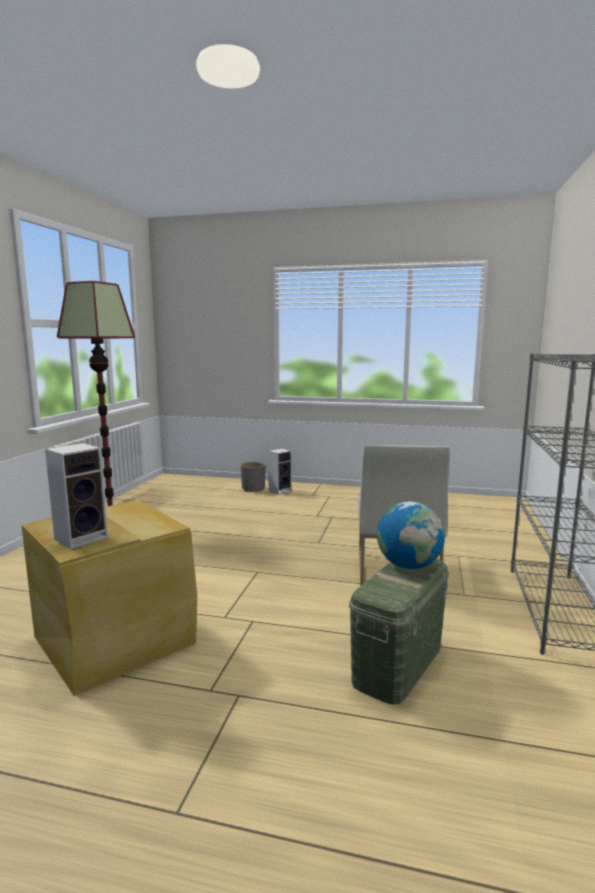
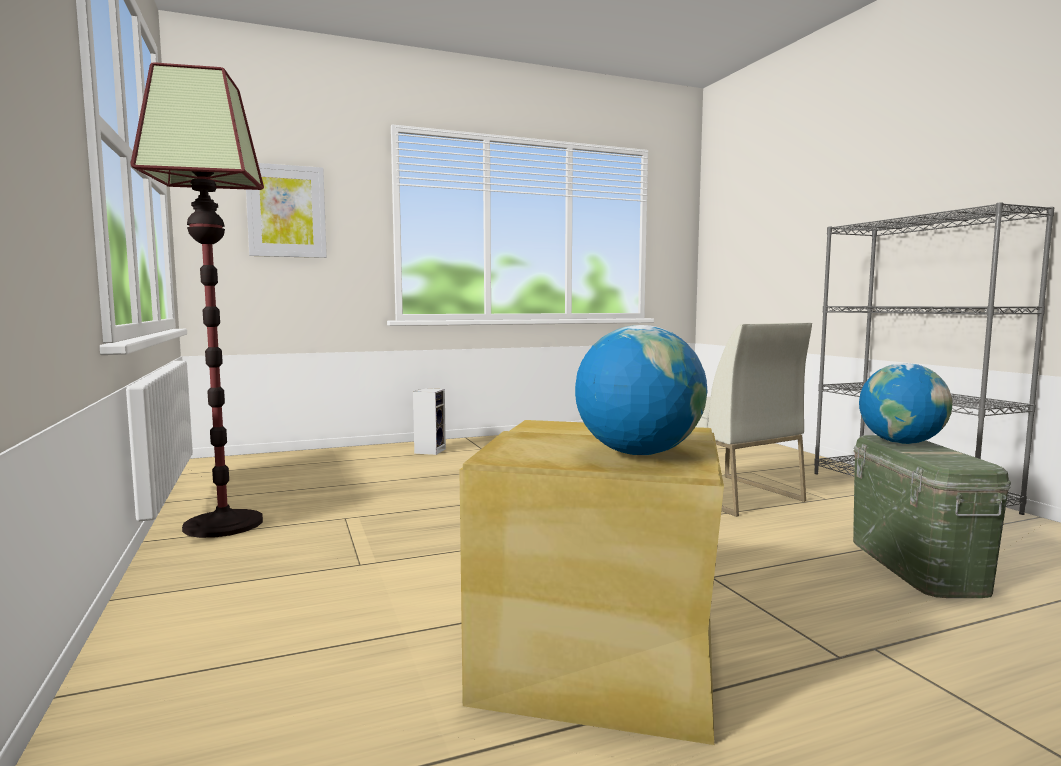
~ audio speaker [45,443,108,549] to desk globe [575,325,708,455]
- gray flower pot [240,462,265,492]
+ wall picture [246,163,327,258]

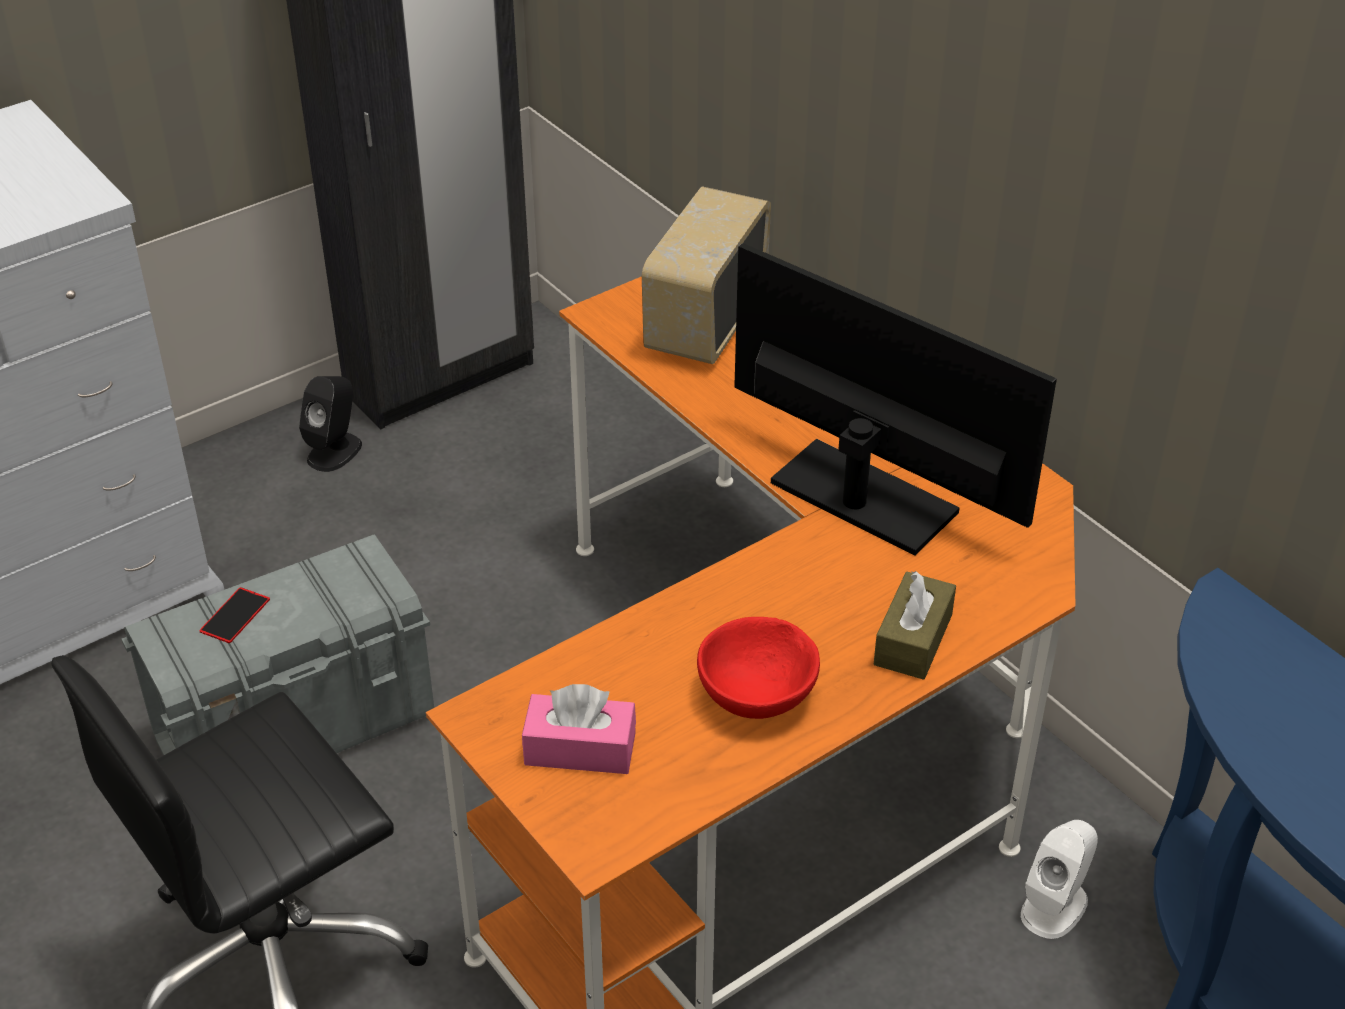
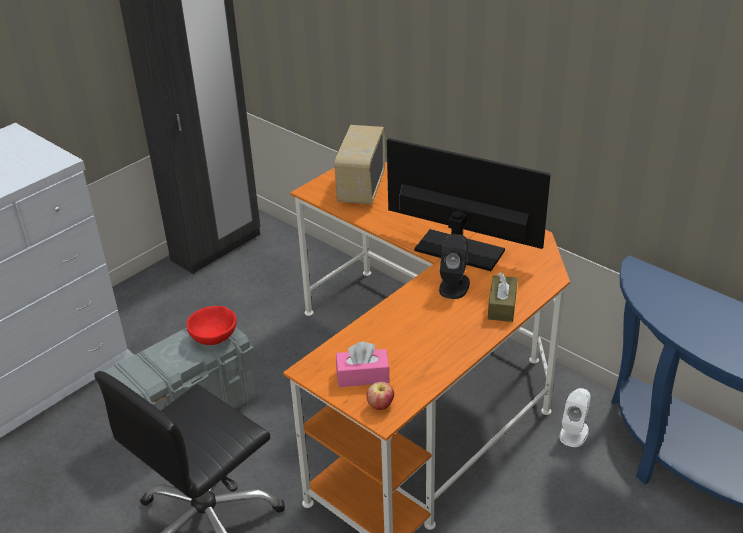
- telephone [200,587,270,643]
~ black-coloured audio speaker [299,376,362,472] to [439,234,470,299]
~ red serving bowl [697,617,820,719] to [186,306,237,345]
+ whole apple [367,382,394,410]

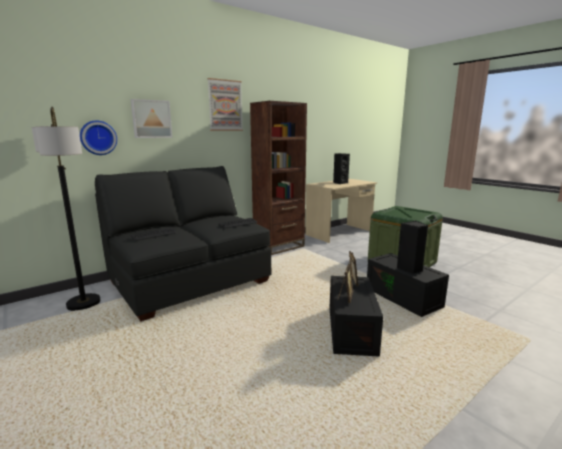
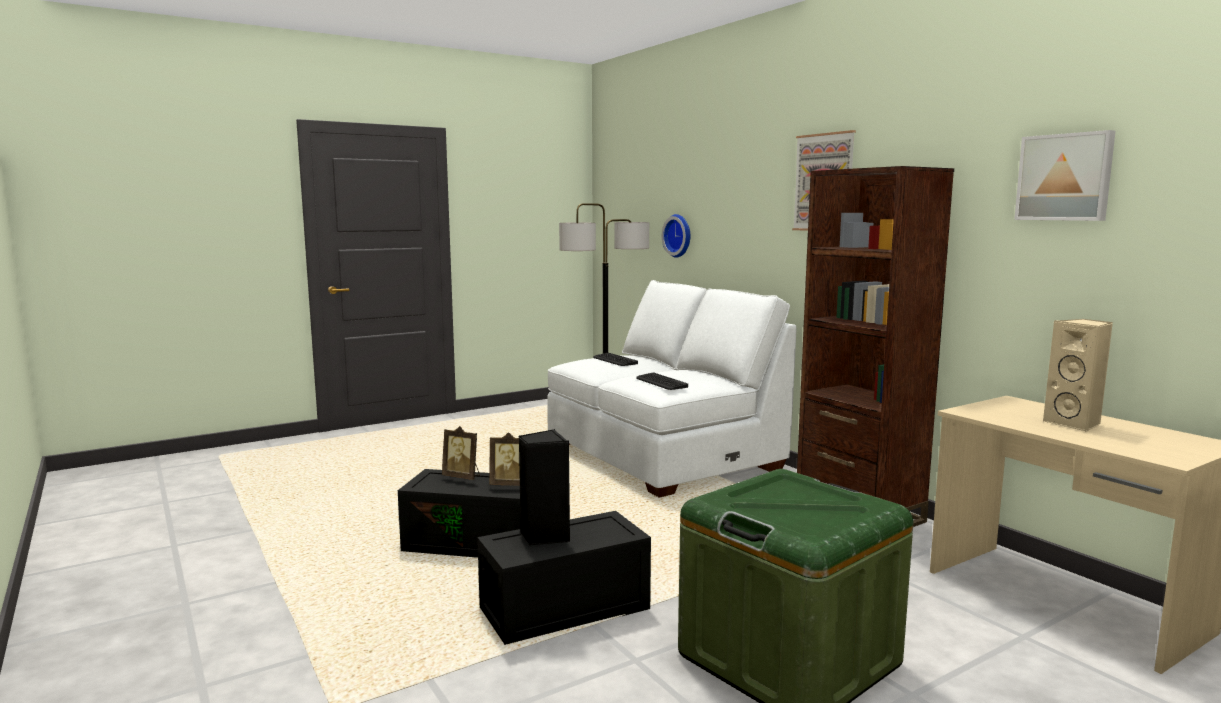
~ black-coloured couch [95,166,271,321] to whitish couch [547,280,797,497]
~ wall picture [131,99,172,138] to [1014,130,1116,221]
~ black-coloured audio speaker [333,153,350,184] to sand-coloured audio speaker [1043,319,1113,432]

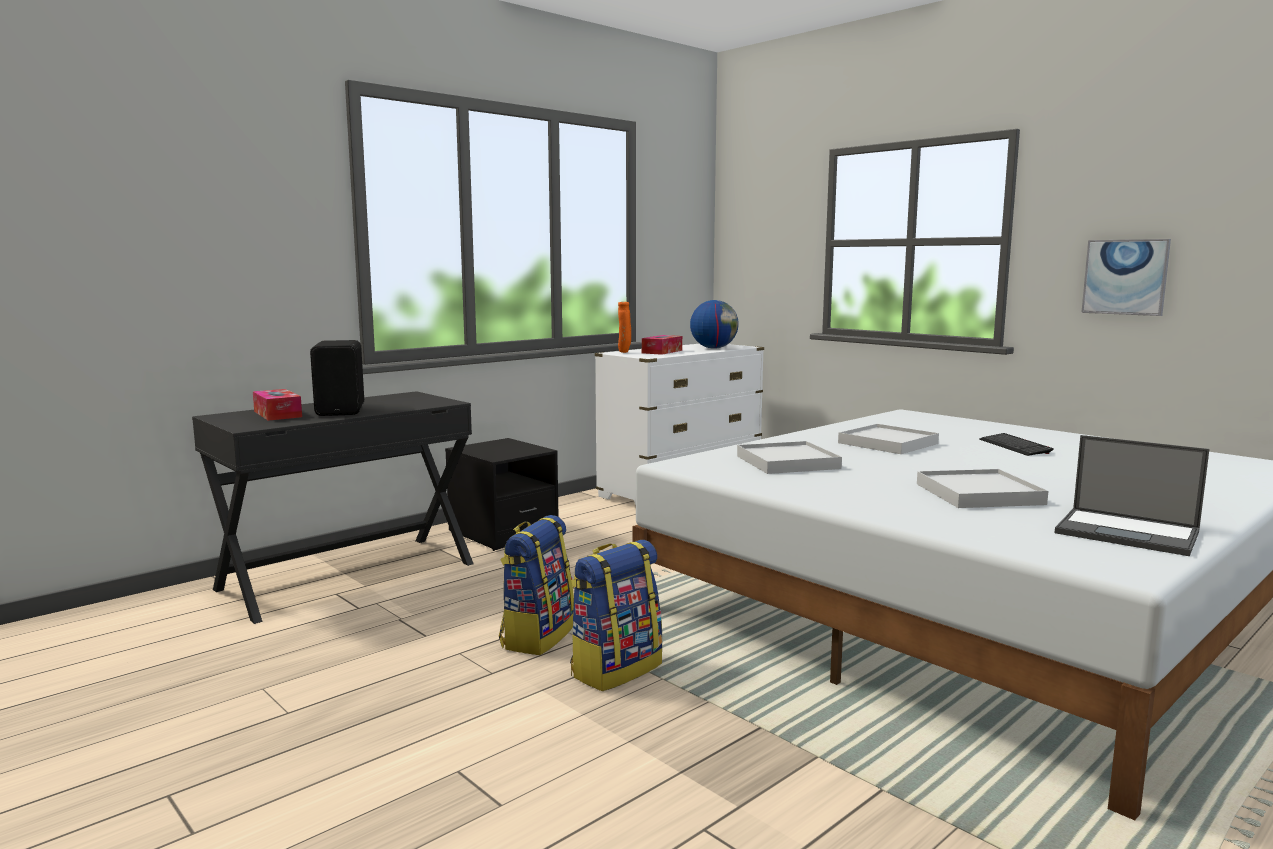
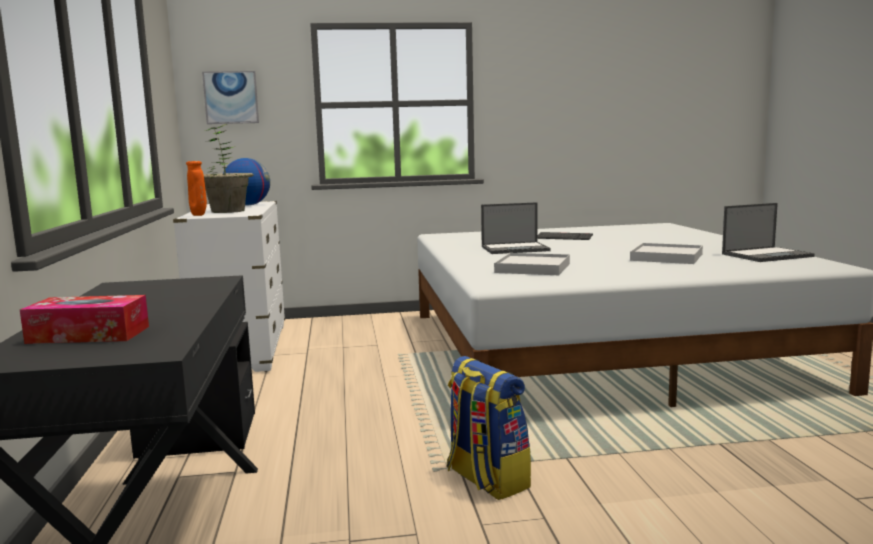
- black-coloured audio speaker [310,340,364,416]
- knapsack [570,540,663,691]
~ tissue holder [642,335,682,355] to plant in a pot [204,124,254,213]
~ whitish tray [838,424,939,454] to notebook computer [481,202,551,254]
~ wall picture [1081,239,1171,316] to [202,71,259,124]

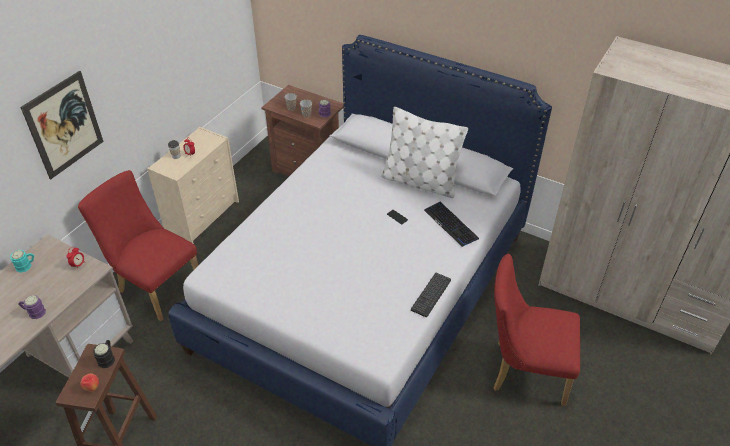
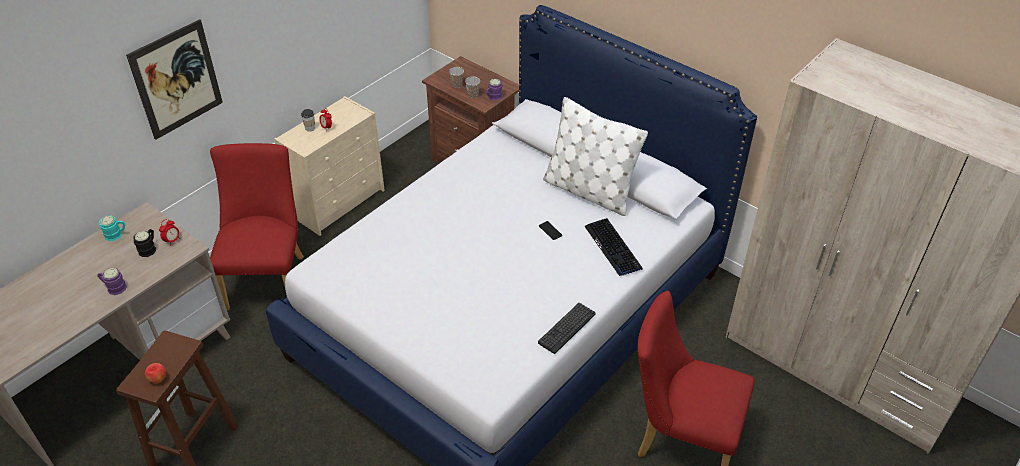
~ red plain chair [78,170,199,321] = [210,143,304,311] 45 degrees clockwise
~ black-coloured coffee mug [93,340,115,368] to [134,229,156,257]

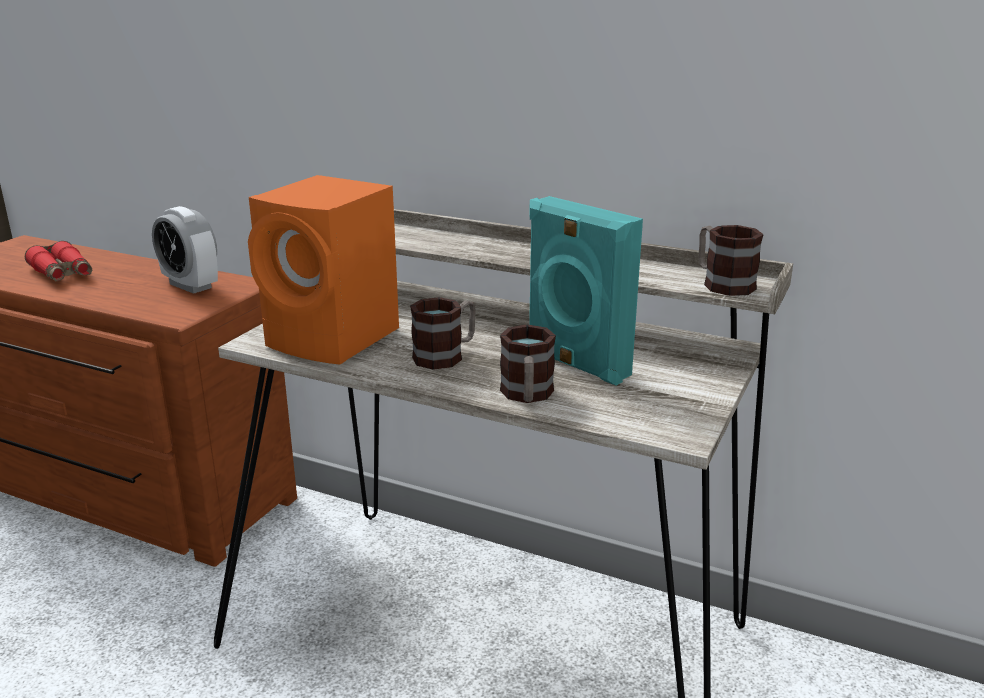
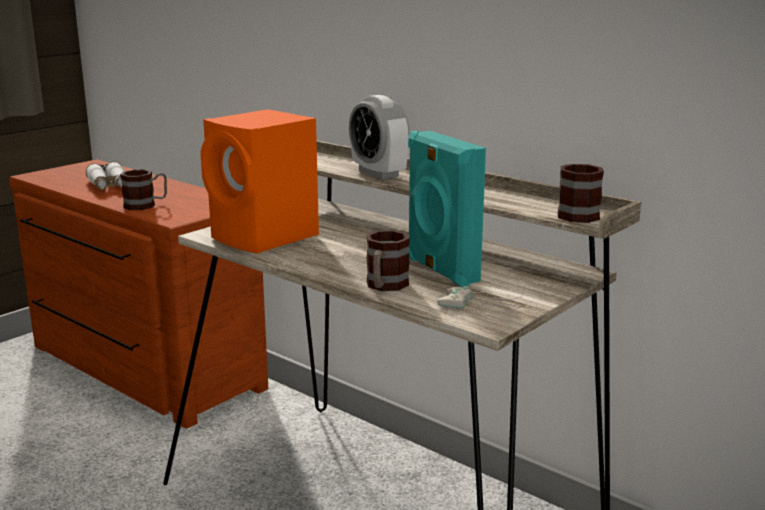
~ red field glasses [25,241,92,281] to whitish field glasses [86,162,125,190]
~ bedside clock [152,206,218,294] to [349,95,410,179]
~ coffee mug [410,297,476,370] to [120,169,167,210]
+ whitish joypad [437,286,523,322]

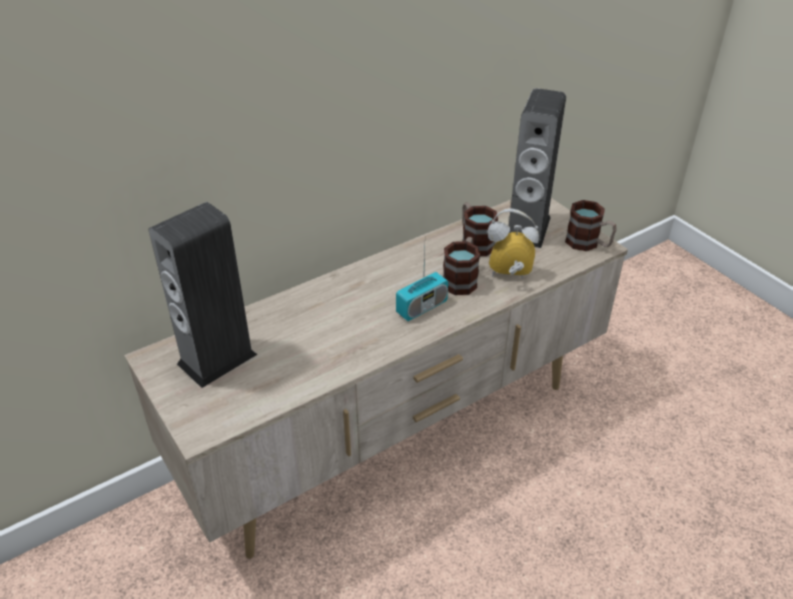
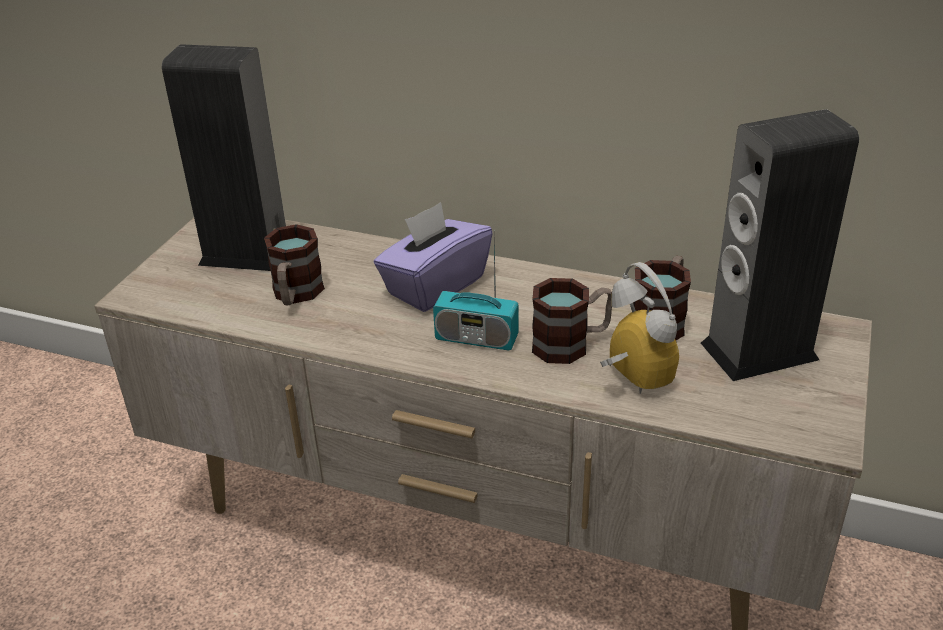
~ coffee mug [565,200,617,251] to [264,224,325,306]
+ purple-coloured tissue holder [374,202,493,312]

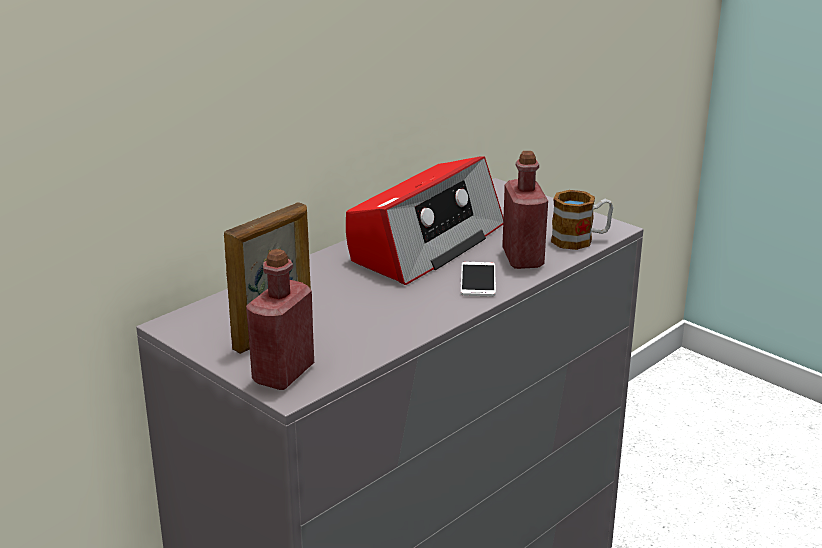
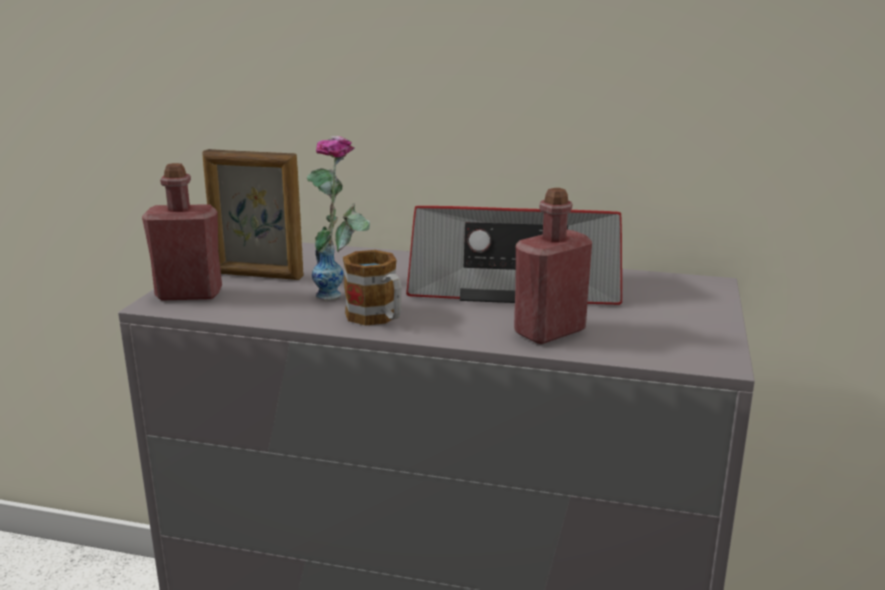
- telephone [461,262,496,296]
~ coffee mug [551,190,613,250] to [343,250,402,326]
+ vase [306,136,370,301]

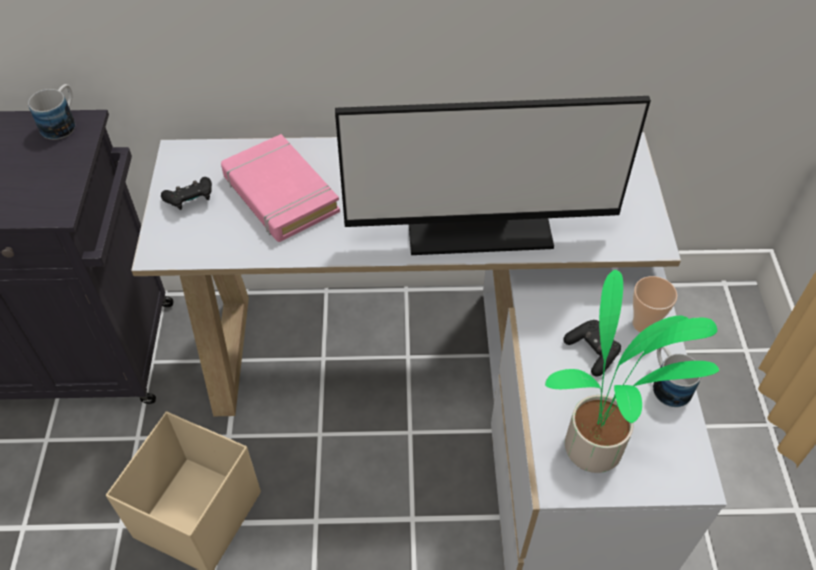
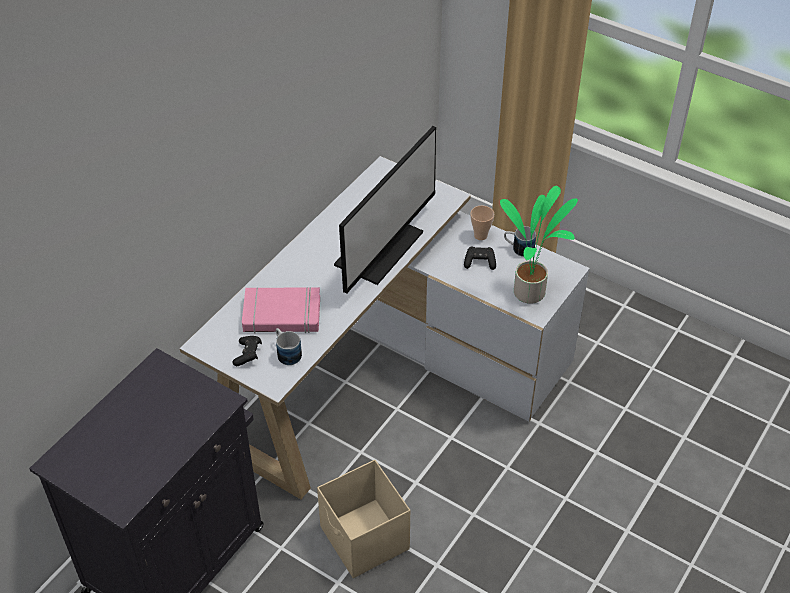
~ coffee mug [28,84,75,140] to [276,328,302,365]

